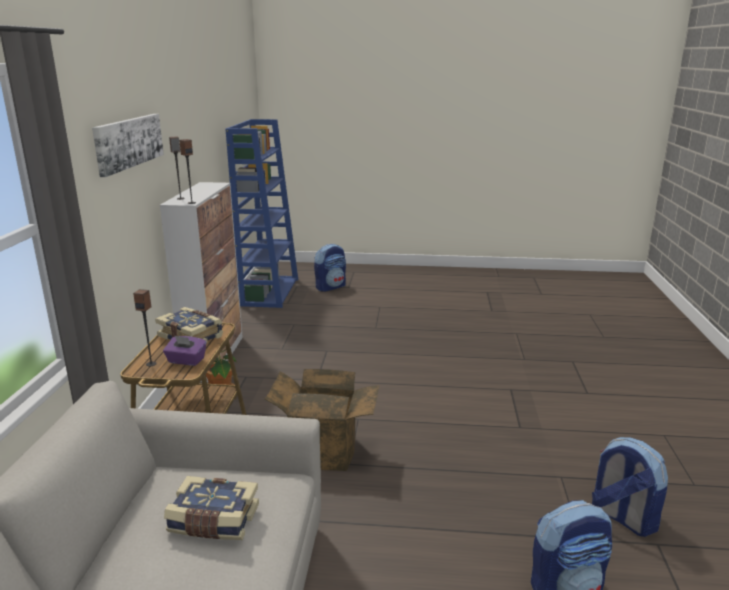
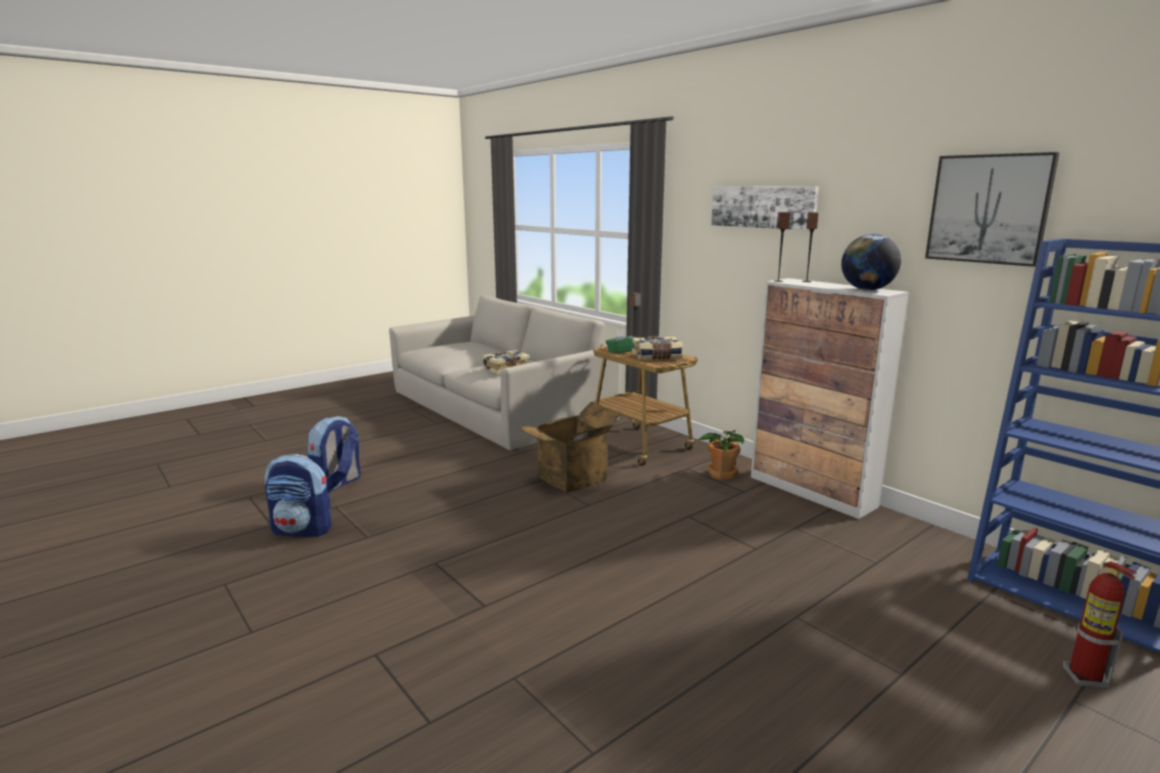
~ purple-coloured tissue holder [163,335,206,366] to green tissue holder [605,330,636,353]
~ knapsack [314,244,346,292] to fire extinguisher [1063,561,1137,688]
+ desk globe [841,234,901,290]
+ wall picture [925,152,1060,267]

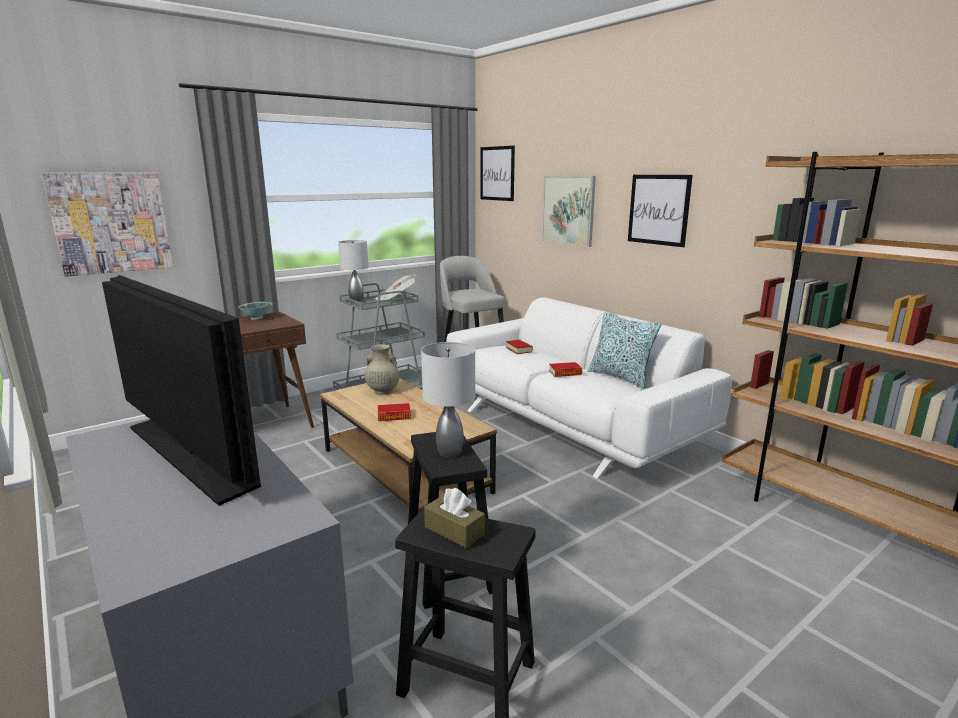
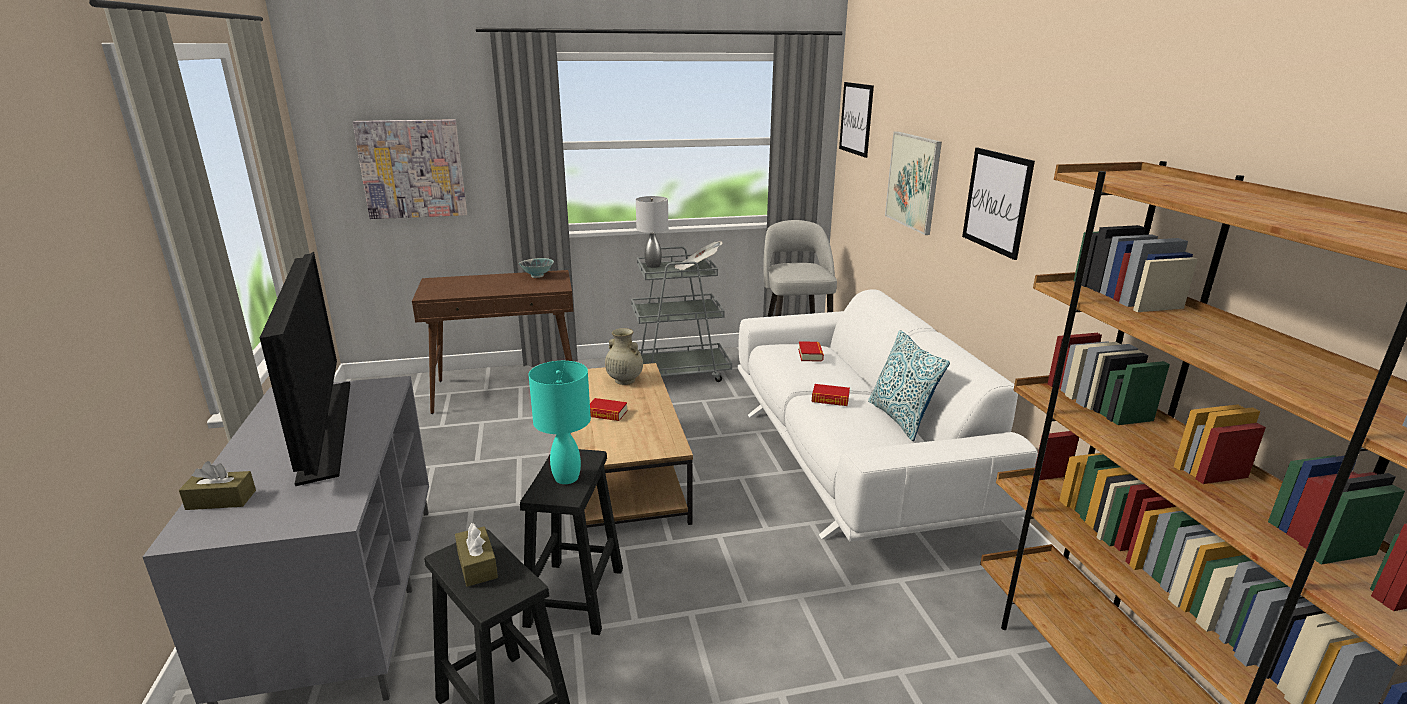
~ gray table lamp [421,342,475,458] to turquoise-coloured table lamp [529,361,591,484]
+ brown-coloured tissue holder [179,461,256,510]

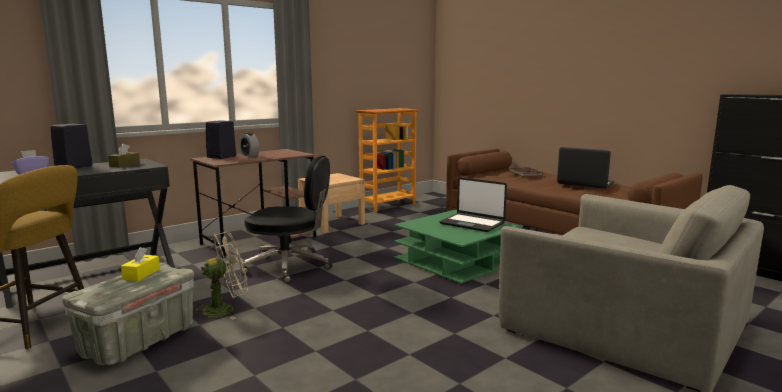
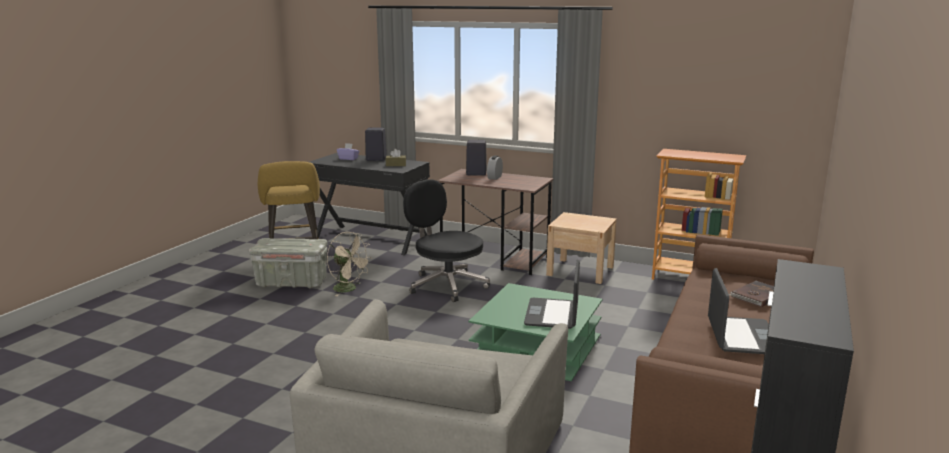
- yellow tissue holder [121,247,160,281]
~ black-coloured desk chair [240,156,332,283] = [403,179,490,302] 150 degrees clockwise

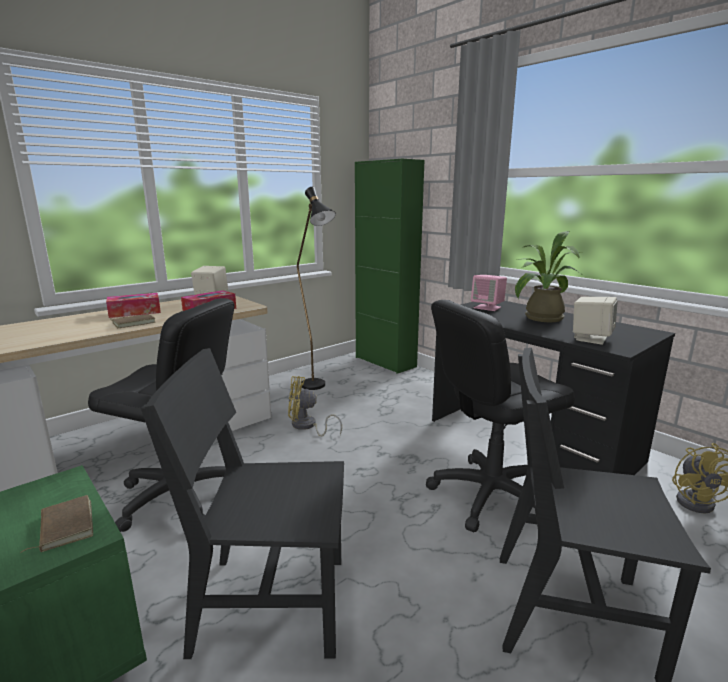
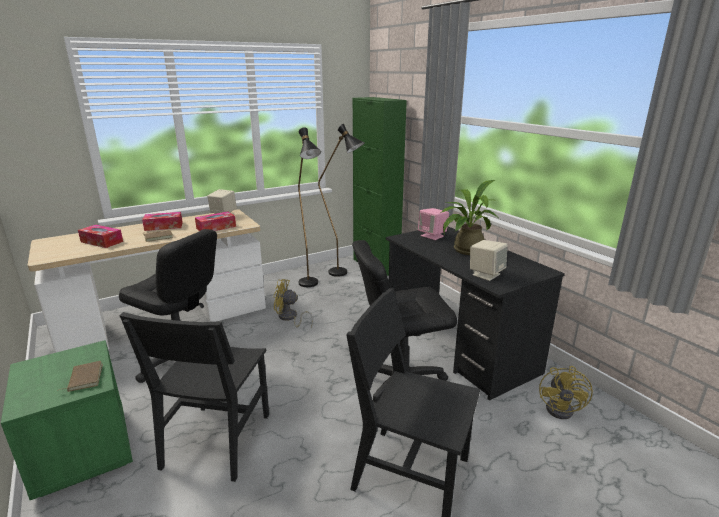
~ black-coloured plain chair [141,348,344,659] = [119,312,269,482] 90 degrees counterclockwise
+ tissue holder [78,225,123,248]
+ black-coloured floor lamp [318,124,365,277]

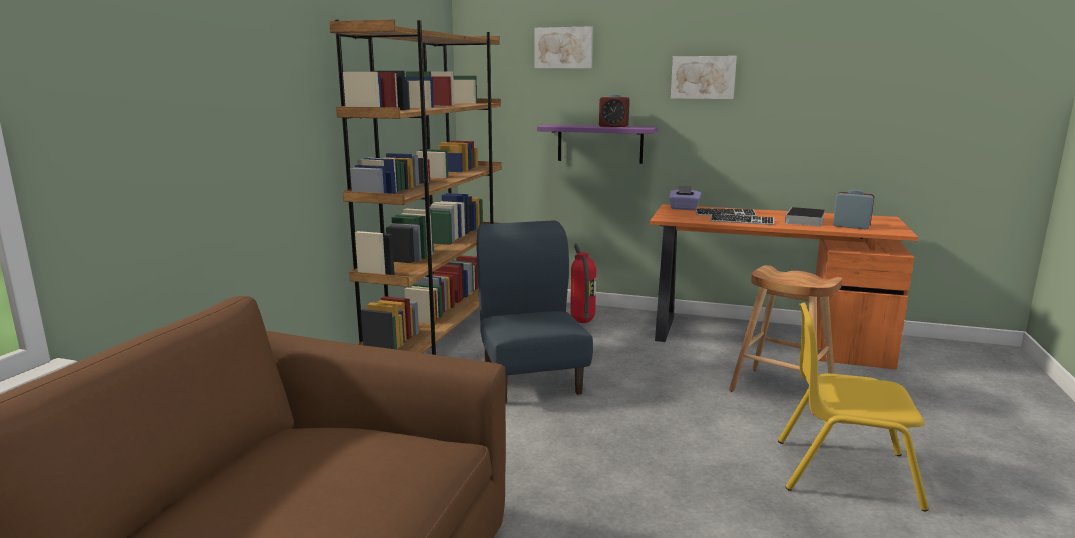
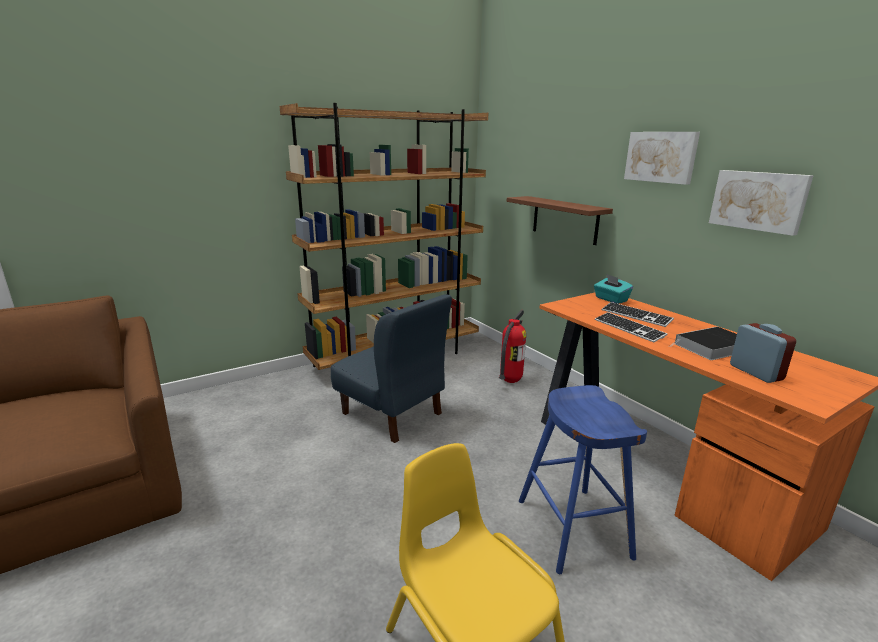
~ blue plain chair [476,220,593,404] = [331,294,452,443] 105 degrees clockwise
~ wall picture [534,26,593,68] to [709,170,814,236]
~ purple-coloured wall shelf [537,125,658,164] to brown-coloured wall shelf [507,196,613,245]
- bedside clock [599,94,630,127]
~ purple-coloured tissue holder [669,185,701,210] to turquoise-coloured tissue holder [594,274,633,304]
~ brown-coloured stool [729,265,842,415] to blue stool [519,385,647,574]

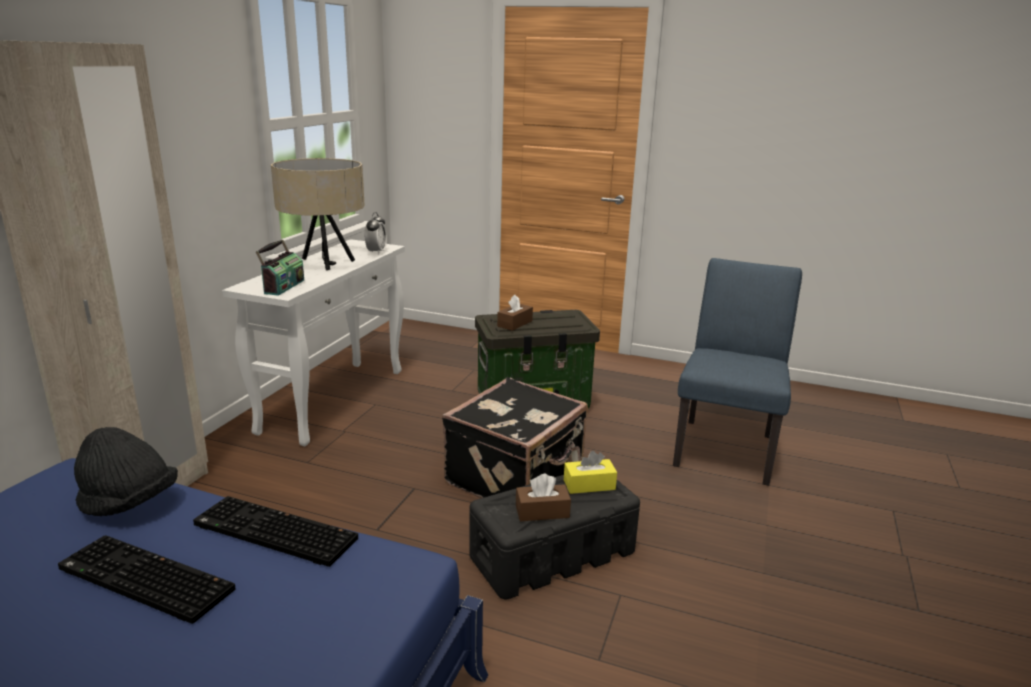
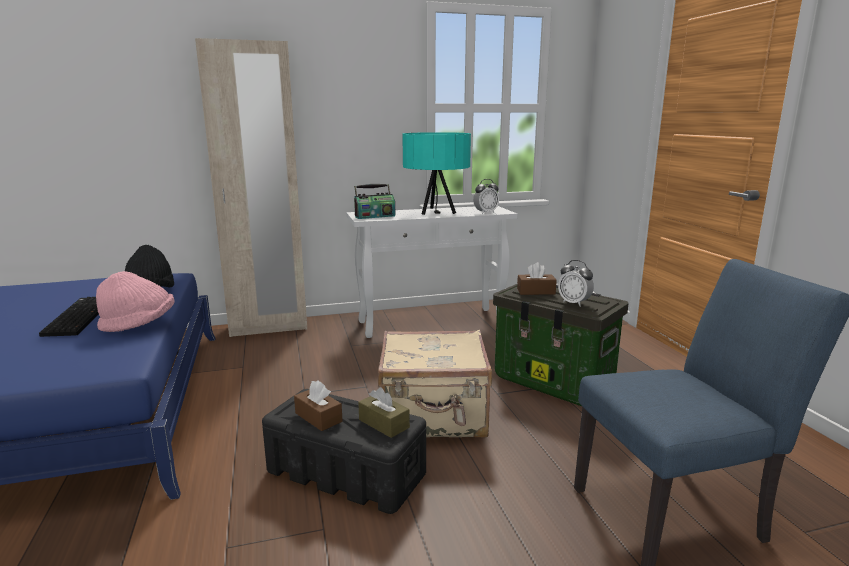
~ keyboard [193,496,358,567] to pinkish hat [96,271,175,332]
~ sand-coloured table lamp [271,158,365,270] to turquoise-coloured table lamp [402,132,471,215]
~ black-coloured travel case [442,377,588,498] to sand-coloured travel case [378,330,492,438]
~ yellow tissue holder [564,451,617,494] to brown-coloured tissue holder [358,387,410,438]
+ bedside clock [558,260,594,307]

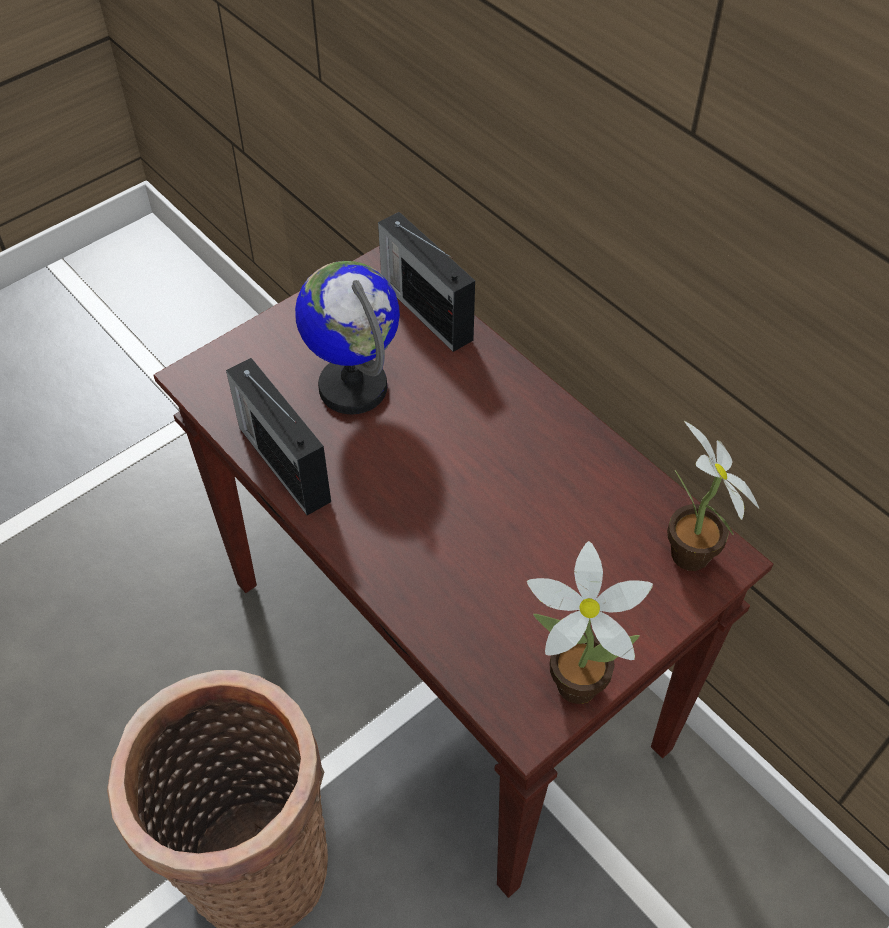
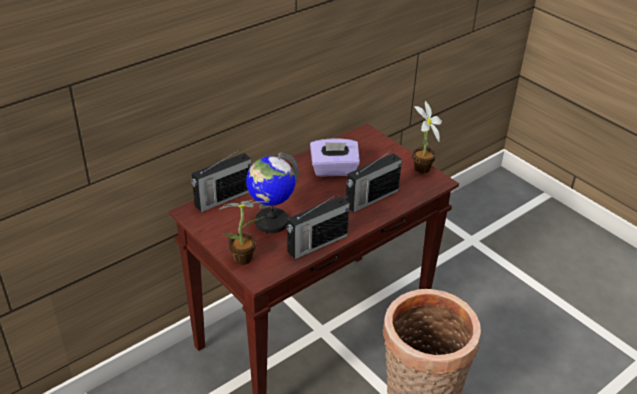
~ plant in a pot [667,421,759,571] to [220,200,265,265]
+ purple-coloured tissue holder [310,138,360,177]
+ radio [346,150,402,213]

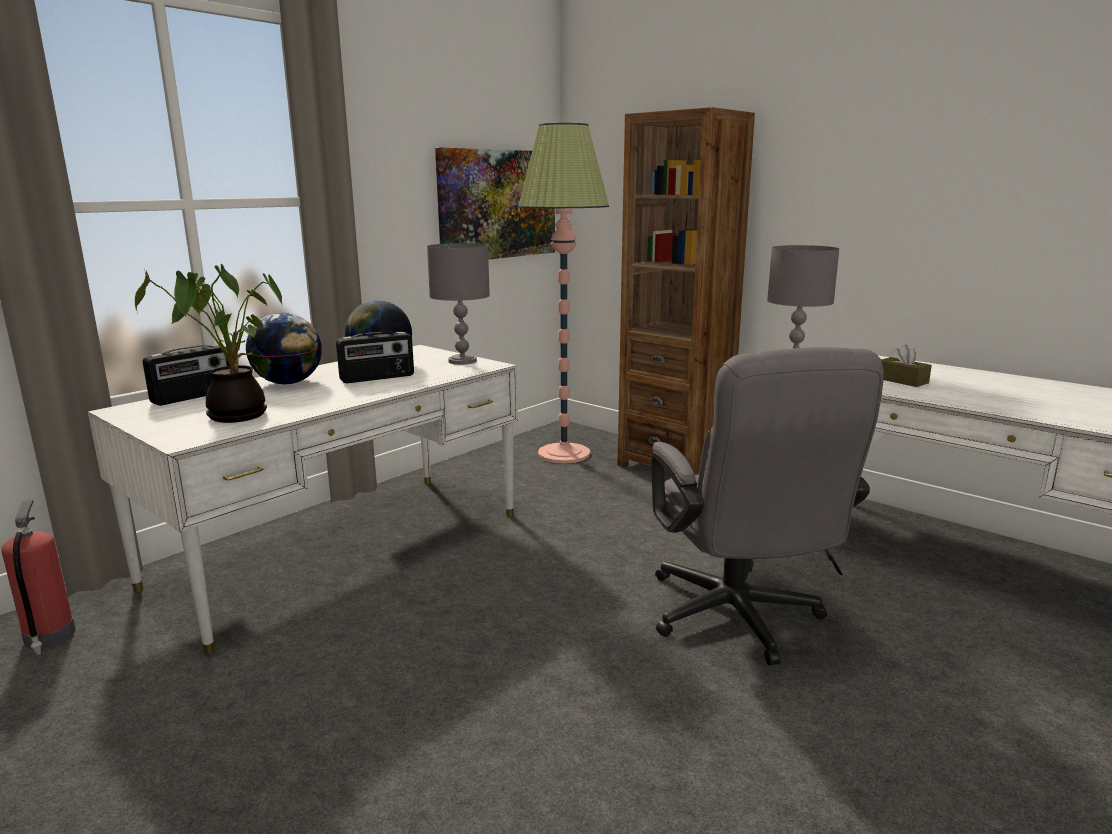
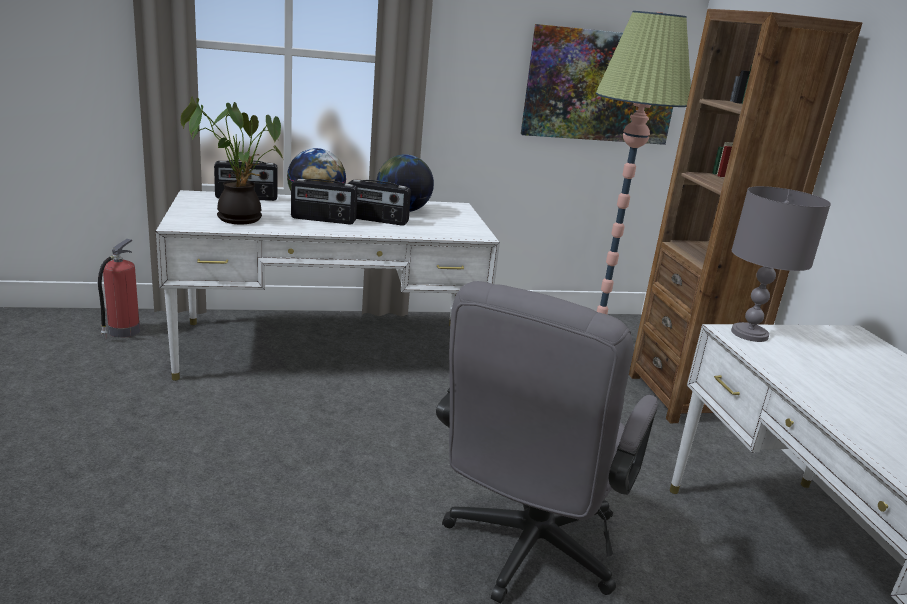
- gray table lamp [427,243,490,365]
- brown-coloured tissue holder [881,345,932,387]
+ radio [291,179,358,225]

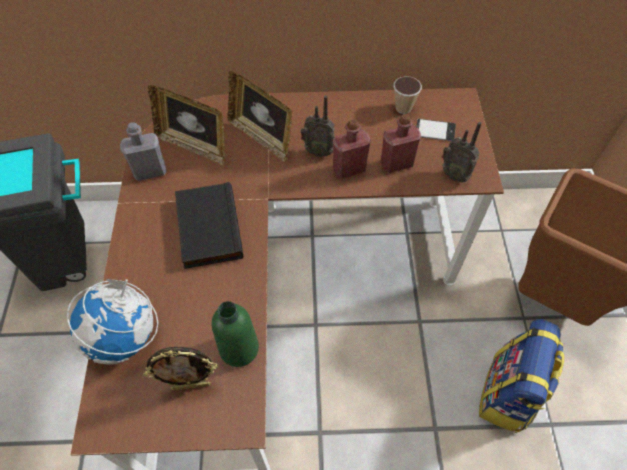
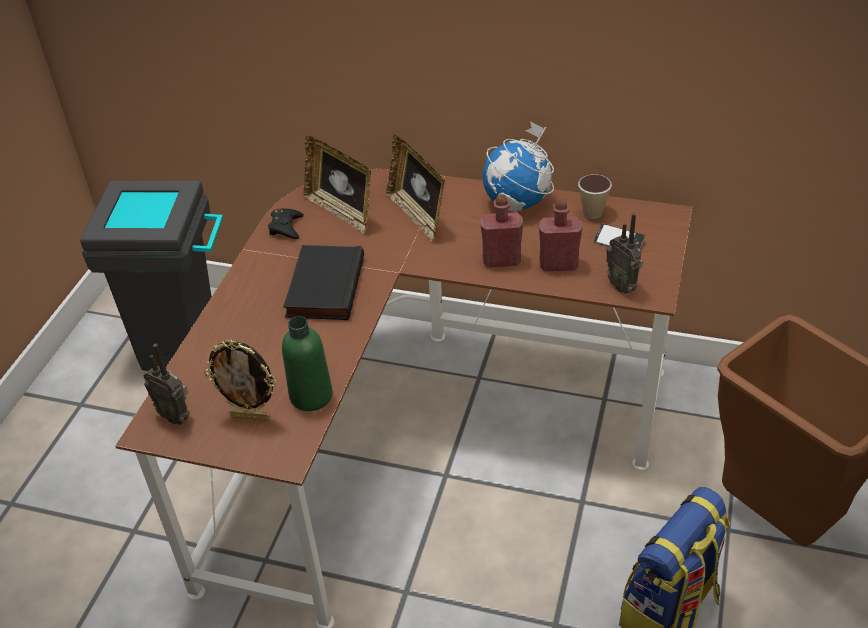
~ desk globe [67,279,158,365] to [482,121,554,212]
~ gray bottle [120,122,166,181] to black-coloured joypad [268,208,304,239]
~ radio [301,95,335,157] to [143,344,190,425]

